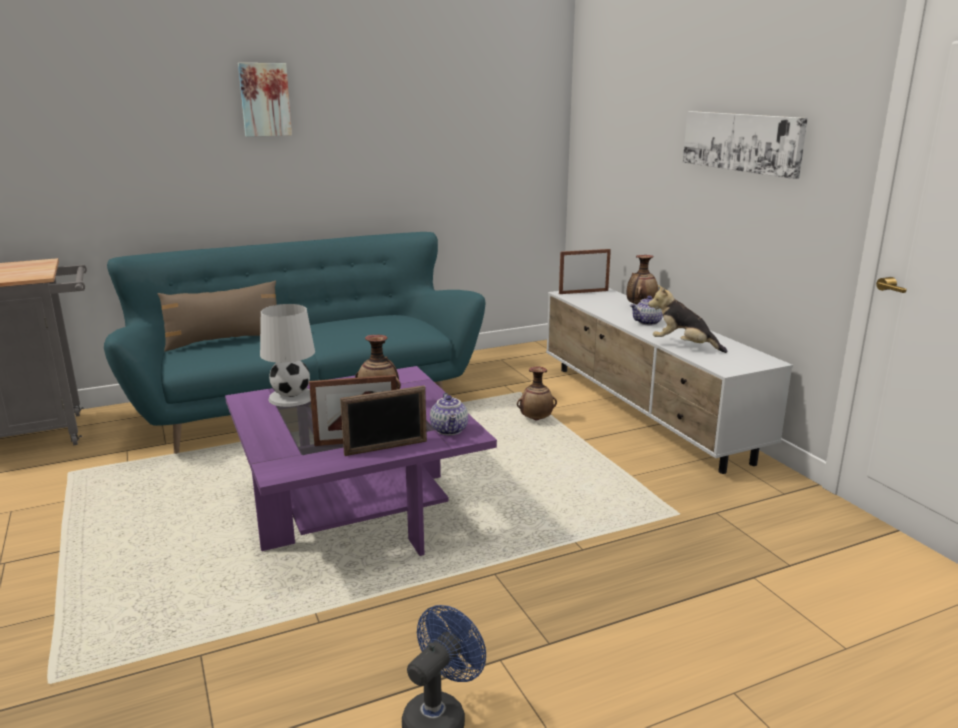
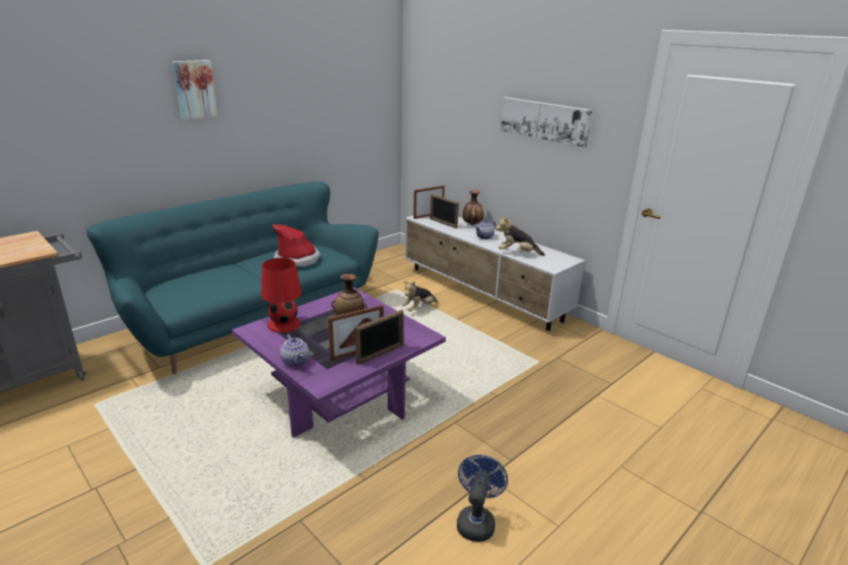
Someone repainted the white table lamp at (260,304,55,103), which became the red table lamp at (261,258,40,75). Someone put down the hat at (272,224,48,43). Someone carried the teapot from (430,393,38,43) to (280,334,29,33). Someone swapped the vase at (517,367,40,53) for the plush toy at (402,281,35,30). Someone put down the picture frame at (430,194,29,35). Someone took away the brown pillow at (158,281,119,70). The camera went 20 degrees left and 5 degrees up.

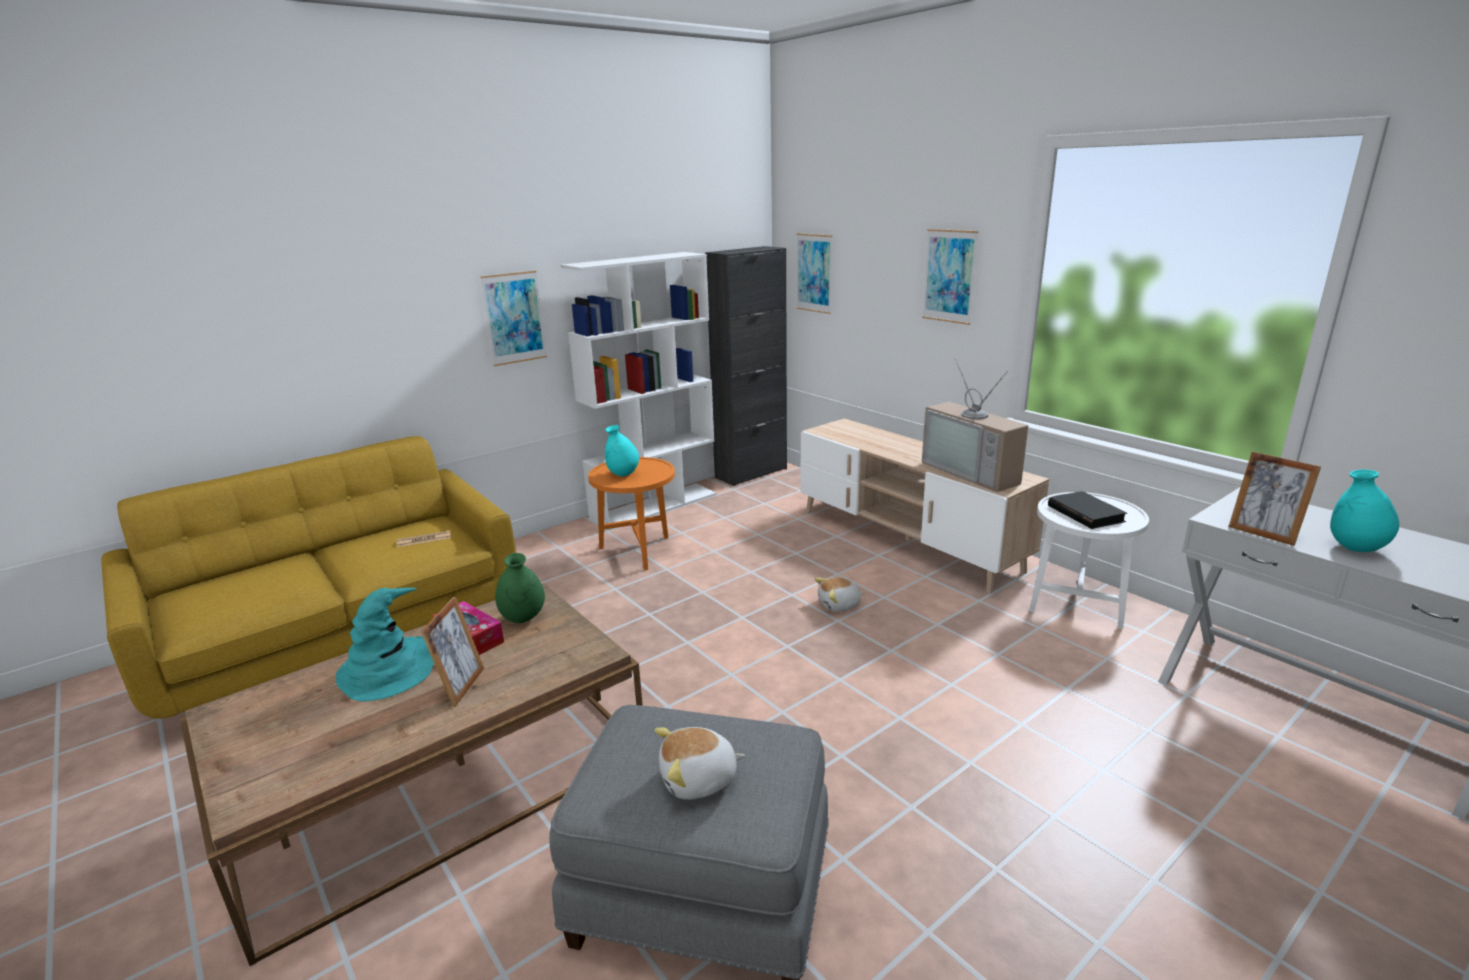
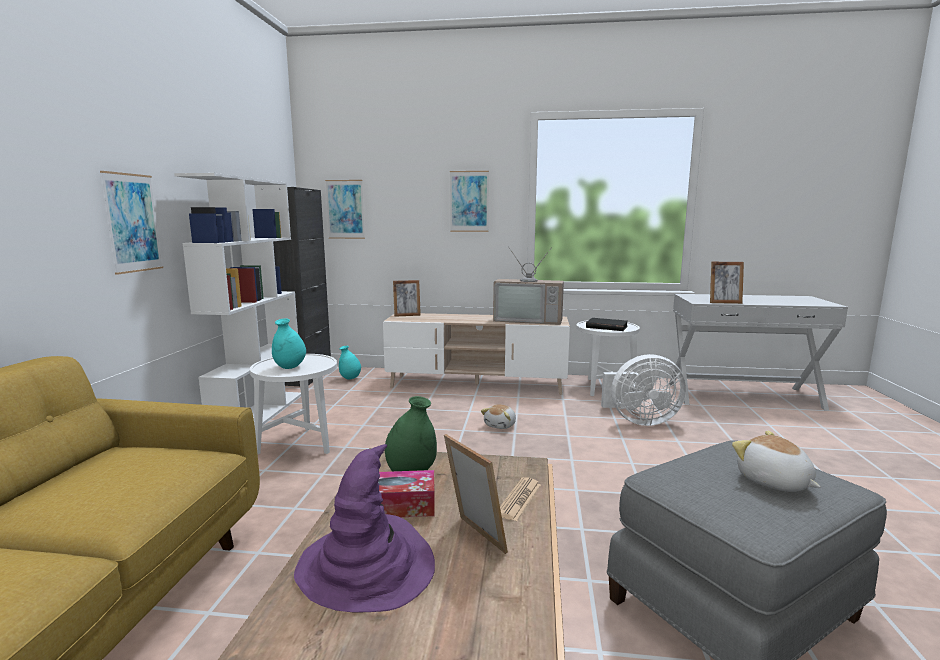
Someone repainted the orange side table at (588,457,87,114), which became the white side table at (250,354,87,100). Someone repainted the turquoise hat at (336,588,98,114), which became the purple hat at (294,444,141,168). Someone carried the turquoise vase from (1330,469,69,83) to (339,346,22,34). Someone put down the picture frame at (393,280,28,37). Someone carried the newspaper from (397,530,54,17) to (500,477,41,44). Someone put down the white fan at (601,354,85,72). Someone rotated the plush toy at (655,727,90,73) by 120 degrees clockwise. The camera went 45 degrees left and 10 degrees down.

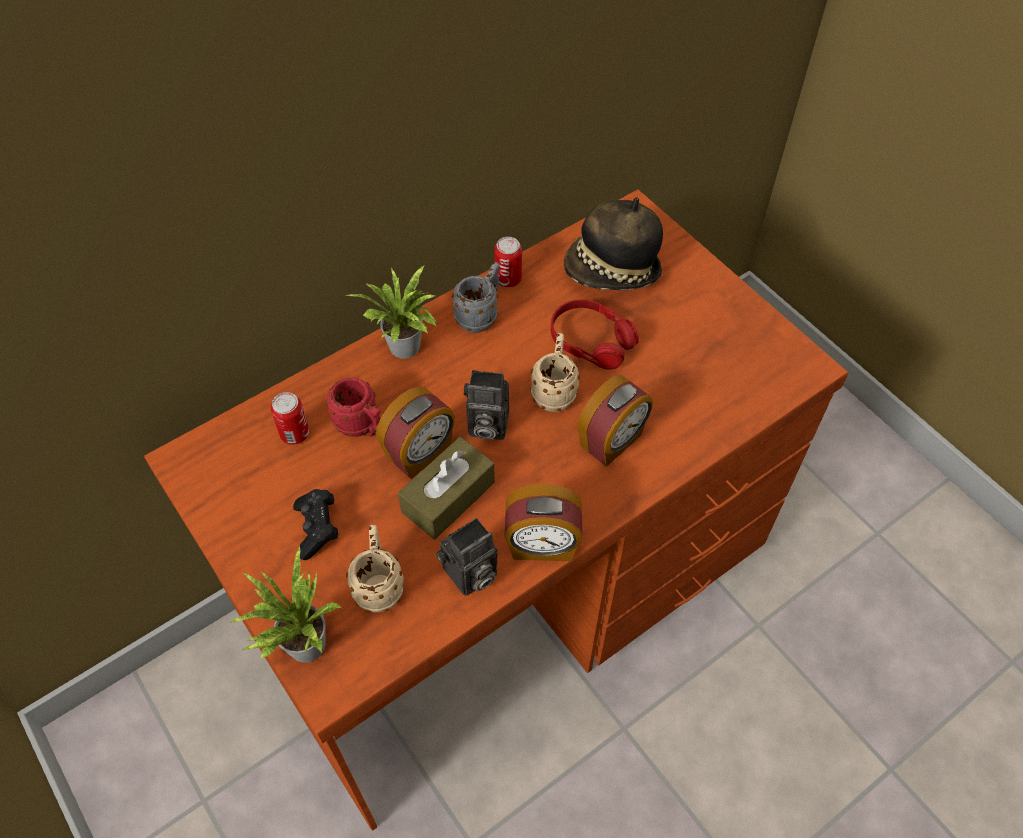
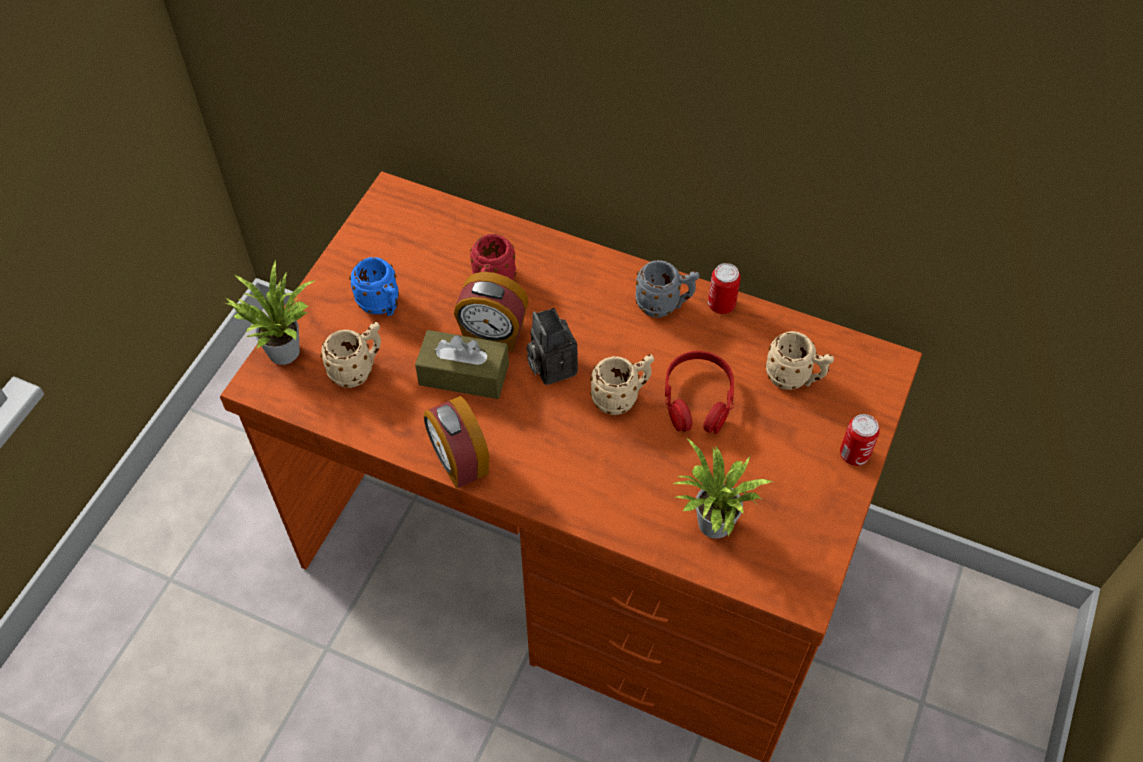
Someone swapped the black game controller at (293,489,45,71) for the blue mug at (349,257,50,59). Someone carried the potted plant from (346,265,91,94) to (673,438,100,101). Someone swapped the hat at (564,197,99,93) for the beige mug at (765,331,69,59). Someone carried the can from (271,392,38,53) to (840,414,40,52). Someone took away the photo camera at (436,518,61,78). Someone took away the alarm clock at (577,374,76,93). The camera went 60 degrees right and 0 degrees up.

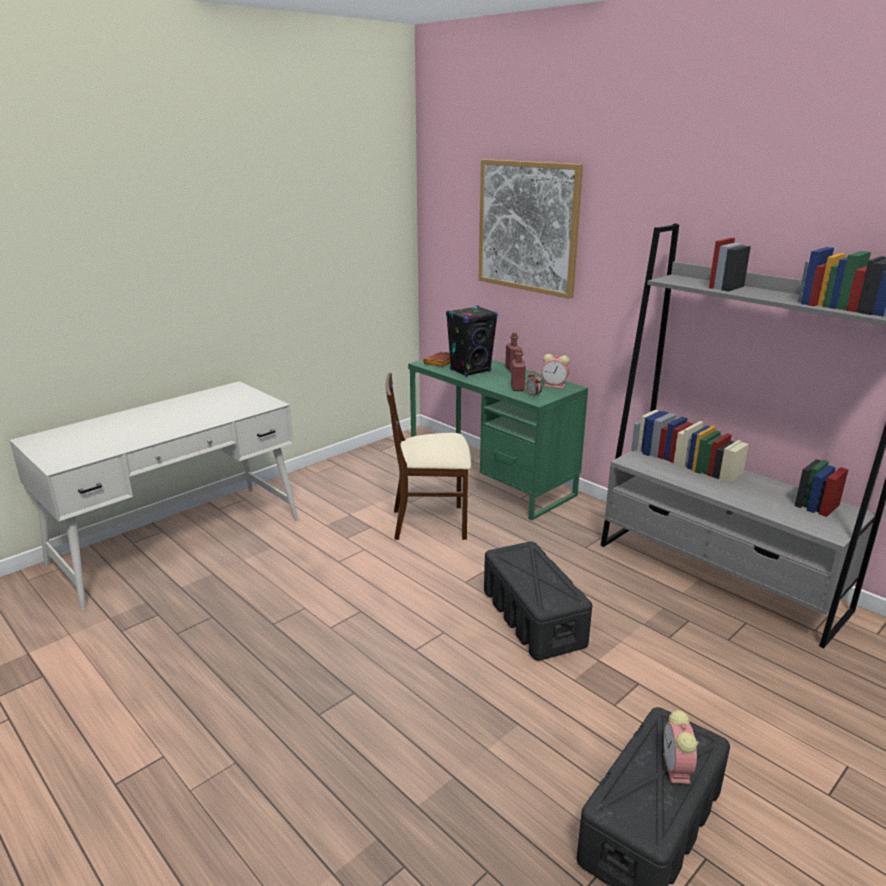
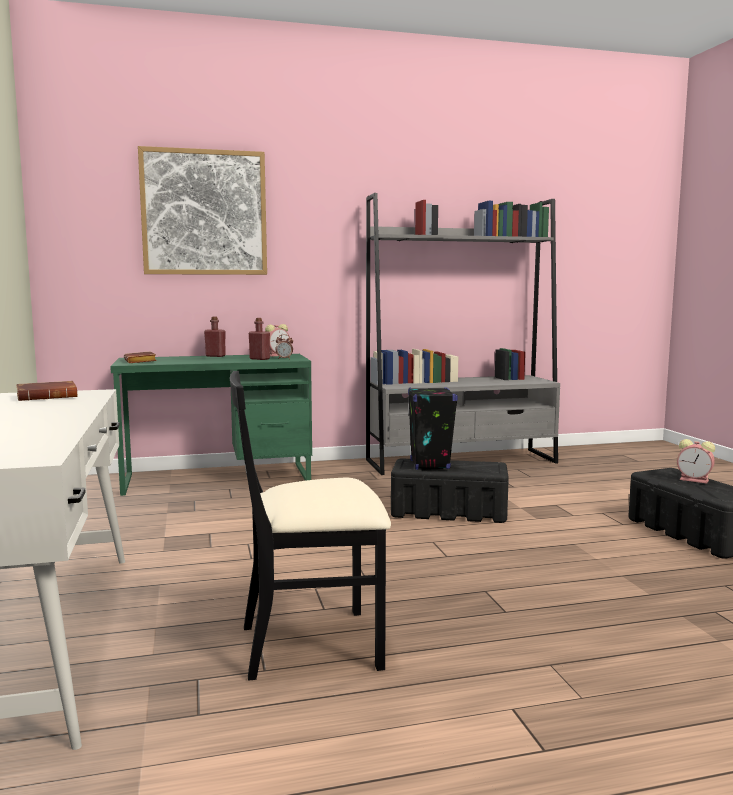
Someone put down the brown book at (16,381,61,20). Someone put down the black chair at (230,371,161,310). Someone carried the black speaker from (446,306,52,71) to (408,387,50,83). Someone took away the beige chair at (386,373,85,167). The camera went 60 degrees left and 15 degrees down.

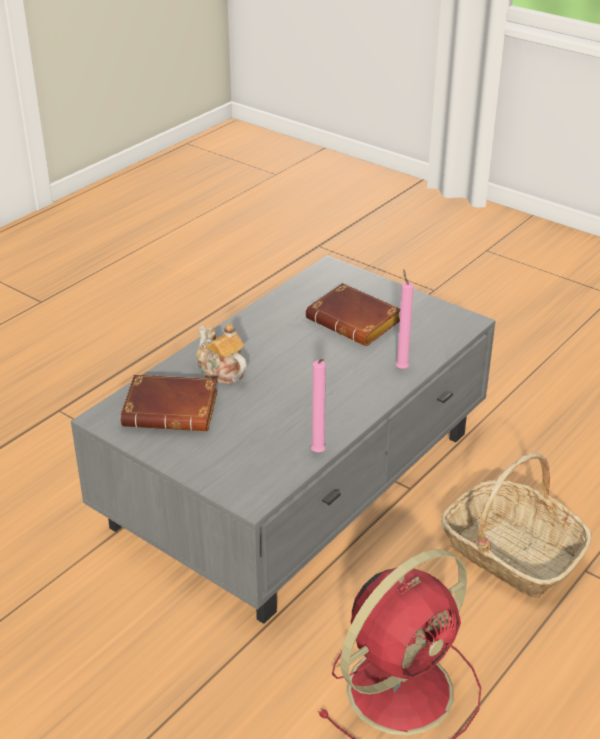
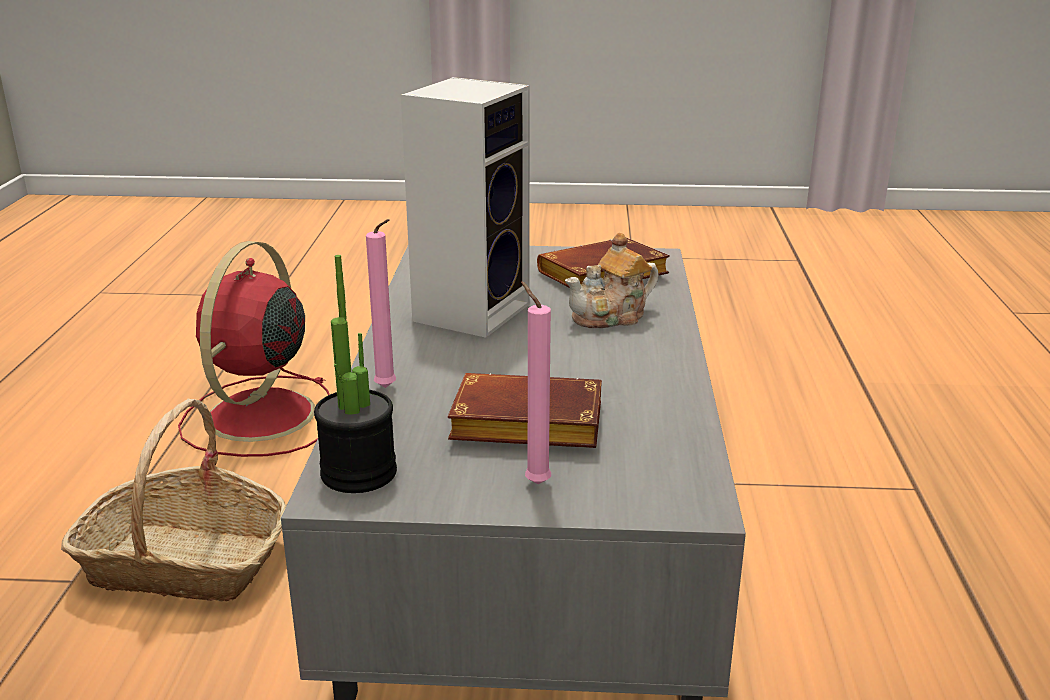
Someone put down the potted plant at (314,255,83,238). Someone put down the speaker at (401,77,129,261). Someone carried the pink candle from (311,359,15,94) to (521,281,30,203). Someone rotated the teapot at (196,323,51,61) by 135 degrees clockwise. The camera went 145 degrees right and 10 degrees down.

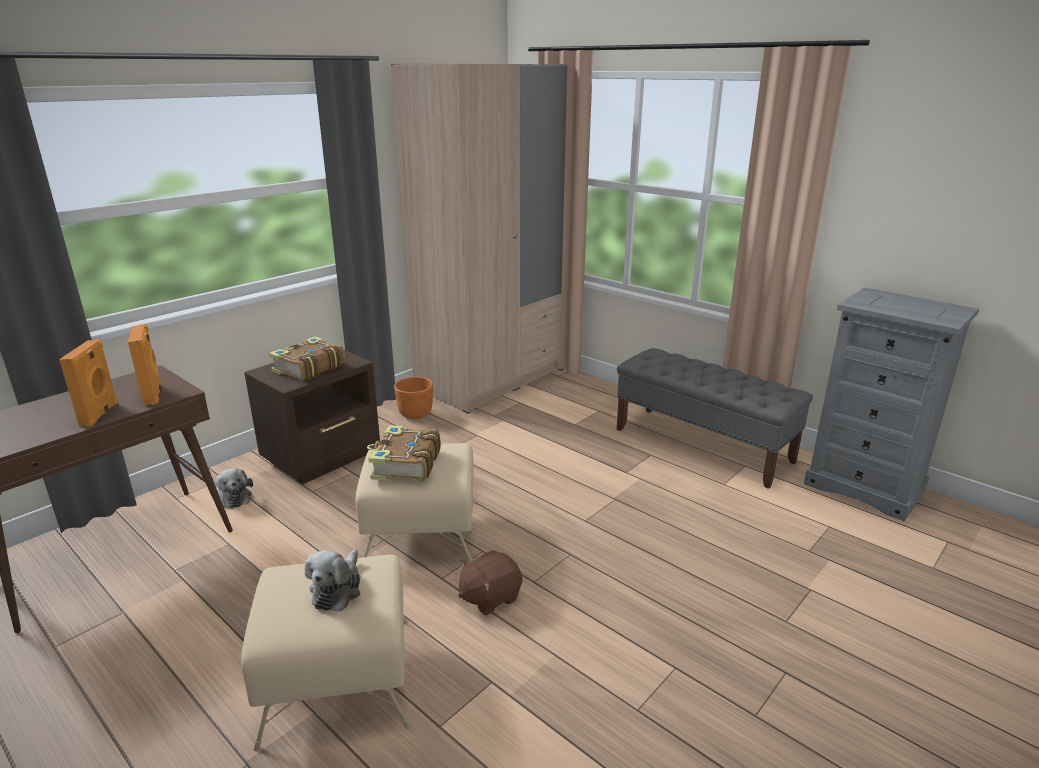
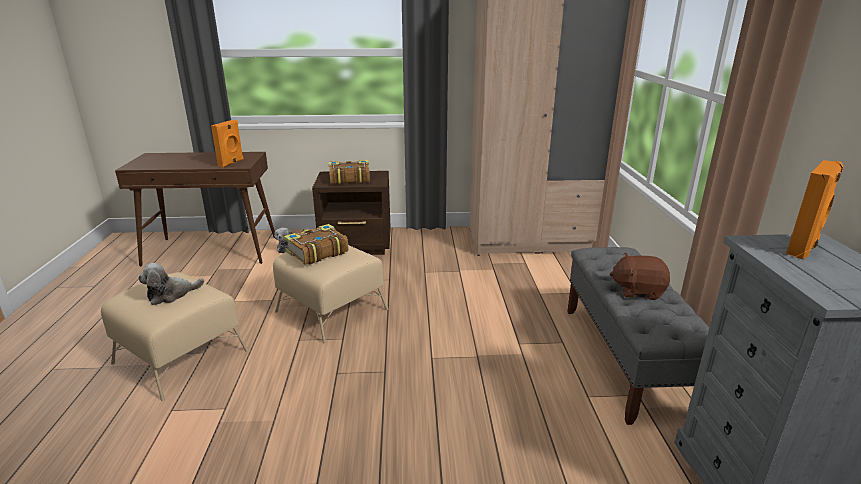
Someone carried the brown plush toy from (458,550,65,65) to (610,253,60,47). Someone carried the orange speaker from (59,339,59,87) to (786,160,58,99). Someone took away the orange planter at (394,377,39,42). The camera went 45 degrees right and 0 degrees up.

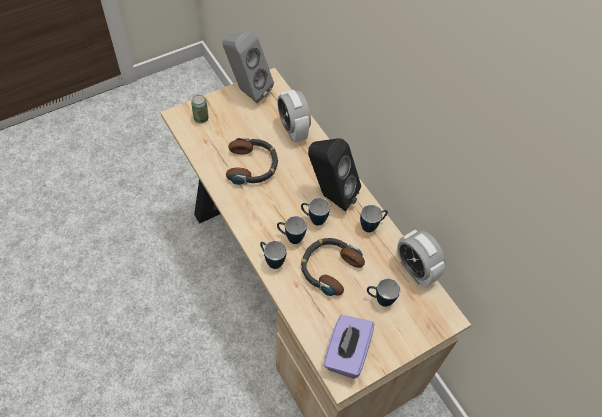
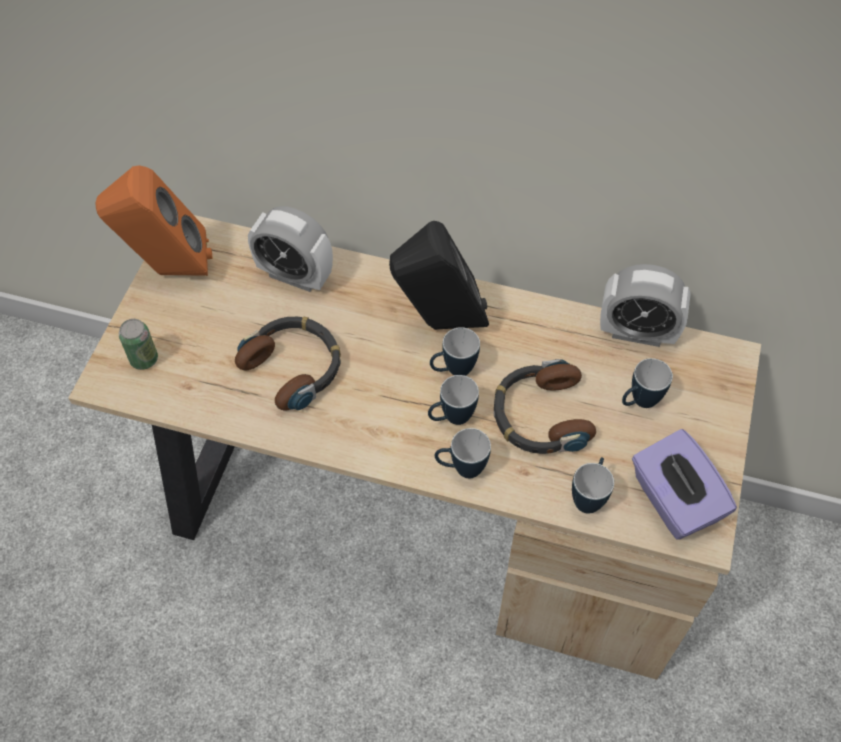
Someone repainted the grey speaker at (222,31,52,72), which became the orange speaker at (96,165,116,111). Someone carried the mug from (360,205,28,27) to (572,457,42,57). The camera went 40 degrees left and 0 degrees up.

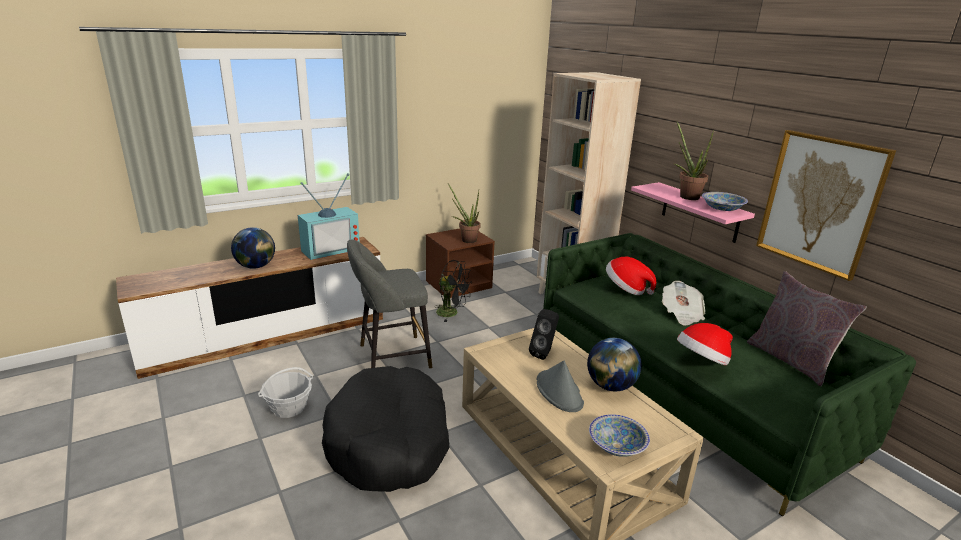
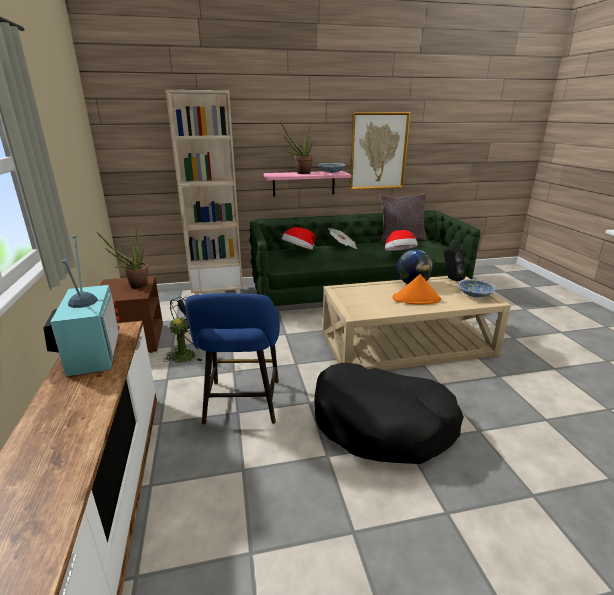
Someone repainted the grey stool at (347,239,85,130), which became the blue stool at (185,293,95,132). Someone repainted the grey hat at (537,361,47,51), which became the orange hat at (392,274,49,30). Someone carried the black speaker from (529,309,30,51) to (444,245,22,37). Someone took away the globe at (231,227,44,42). Someone took away the basket at (258,367,55,51). The camera went 70 degrees left and 0 degrees up.

